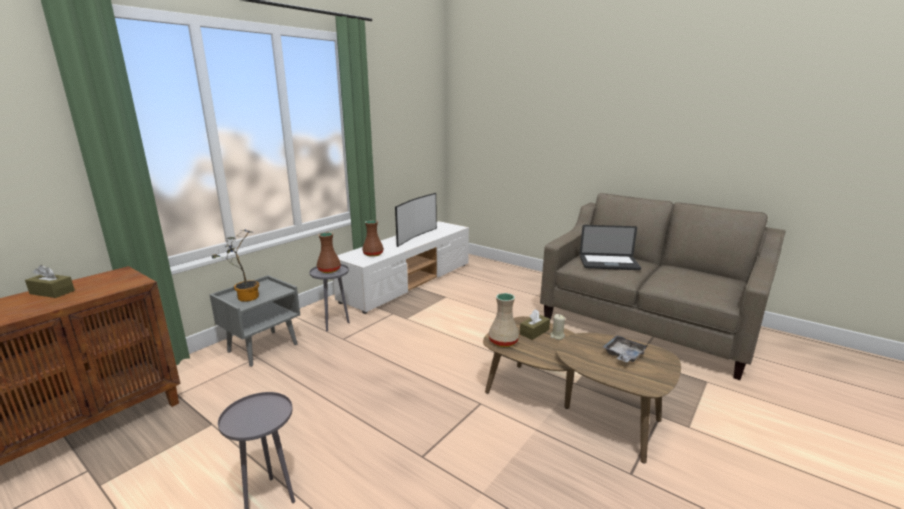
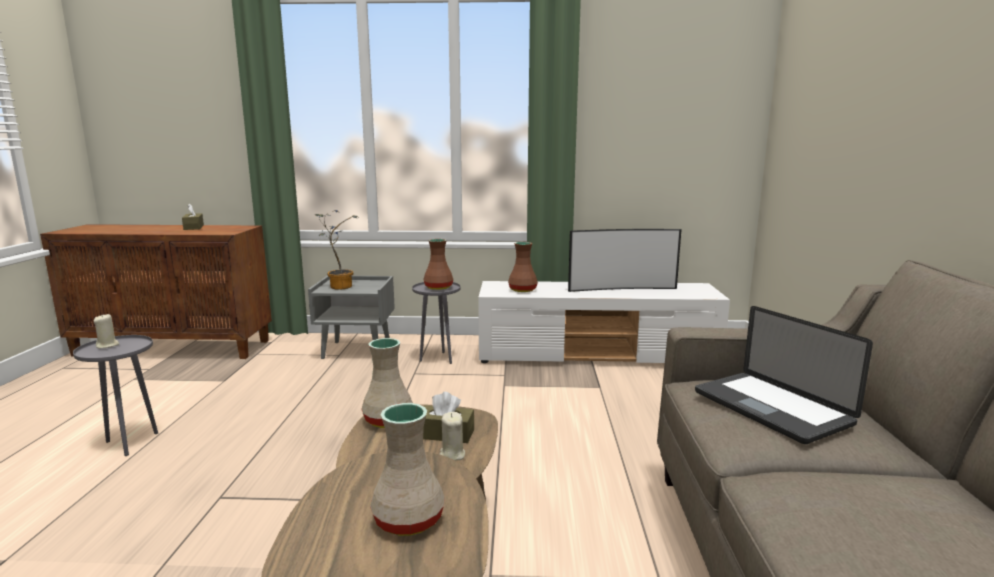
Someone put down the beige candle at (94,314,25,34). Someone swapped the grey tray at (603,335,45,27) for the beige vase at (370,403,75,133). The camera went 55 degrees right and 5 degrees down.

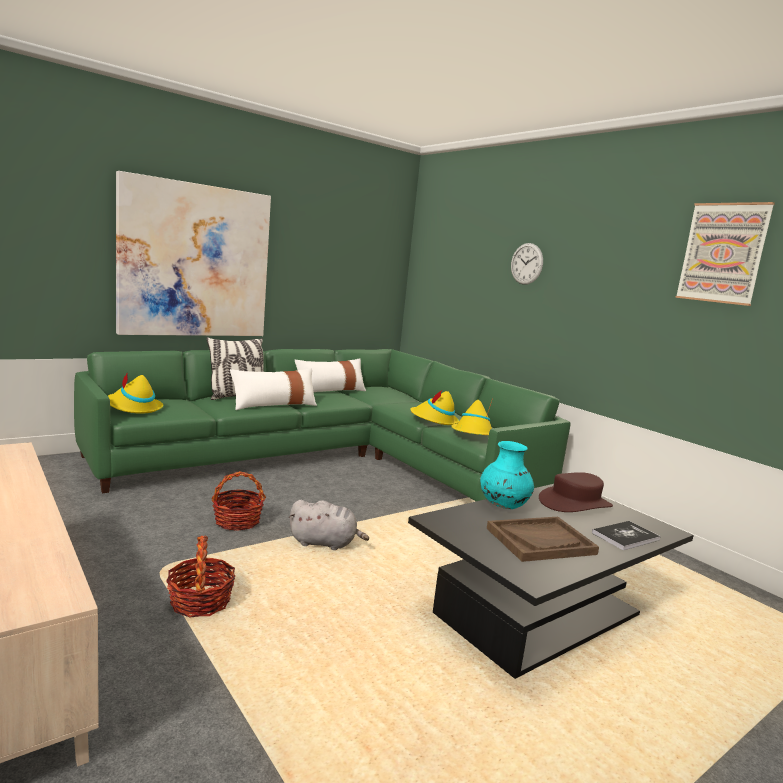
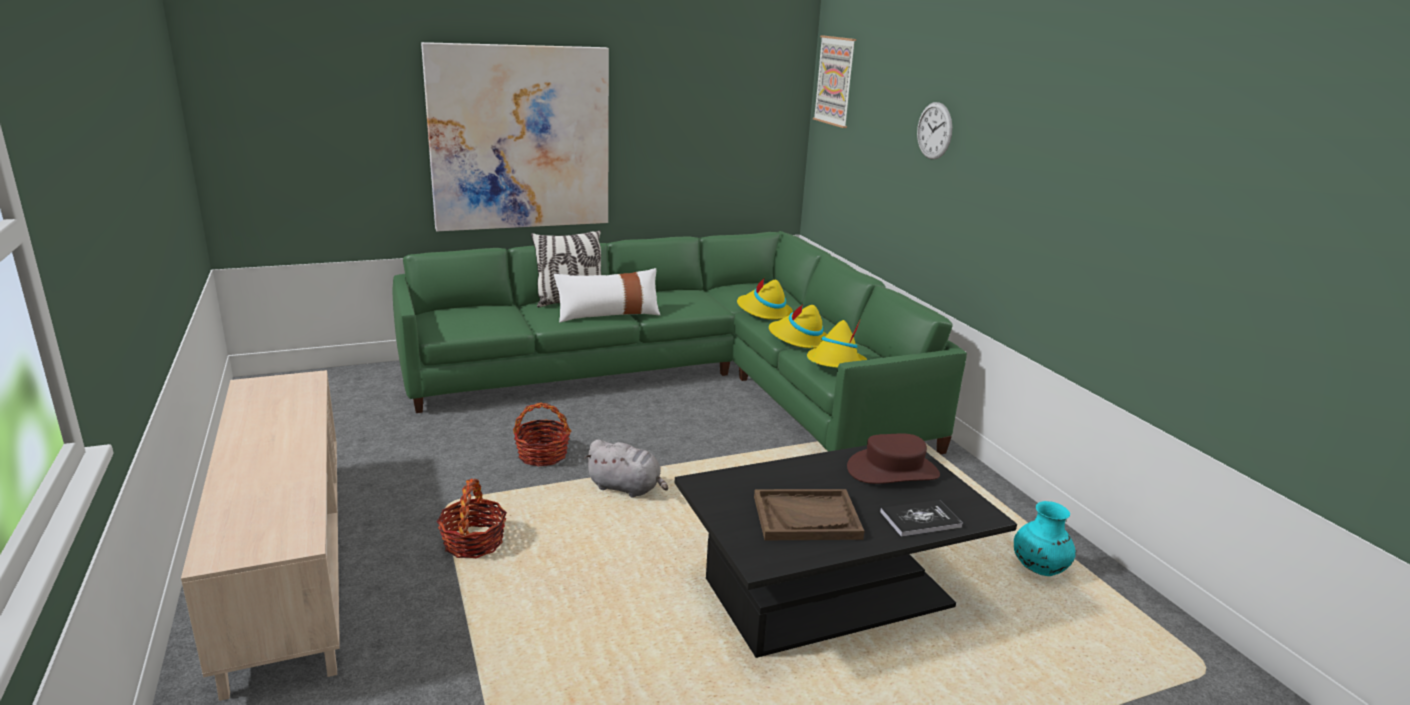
Someone carried the yellow hat from (108,372,55,42) to (737,278,56,42). Someone carried the picture from (675,202,100,104) to (813,35,43,93). Someone carried the turquoise vase from (480,441,54,68) to (1014,501,62,75). Someone took away the white pillow at (295,358,71,34). The camera went 15 degrees right and 10 degrees up.

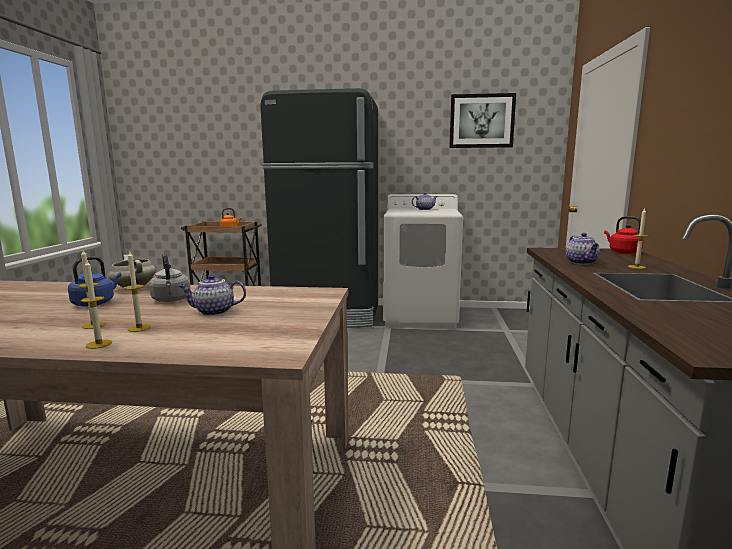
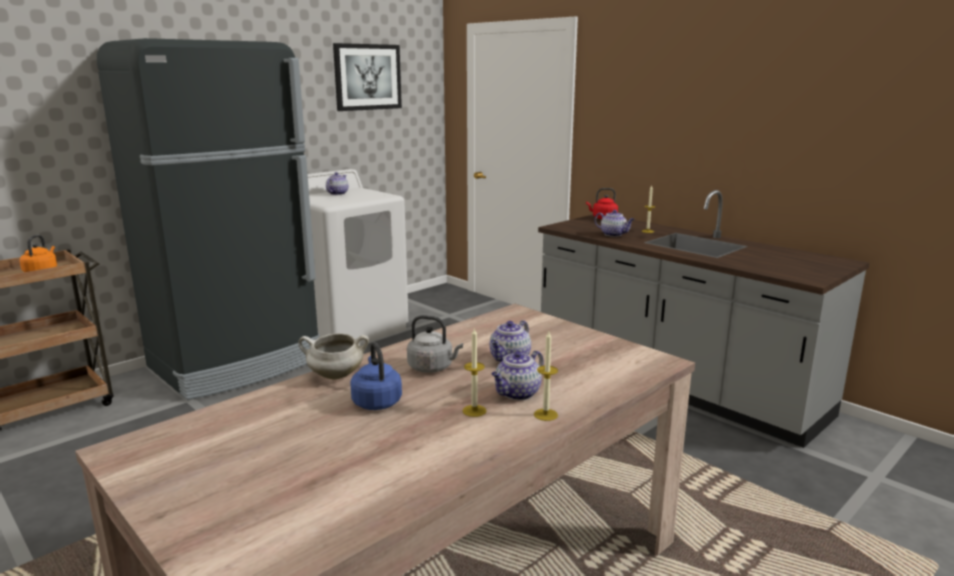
Someone swapped the candle at (124,251,27,81) for the teapot at (491,351,53,49). The camera went 50 degrees left and 5 degrees up.

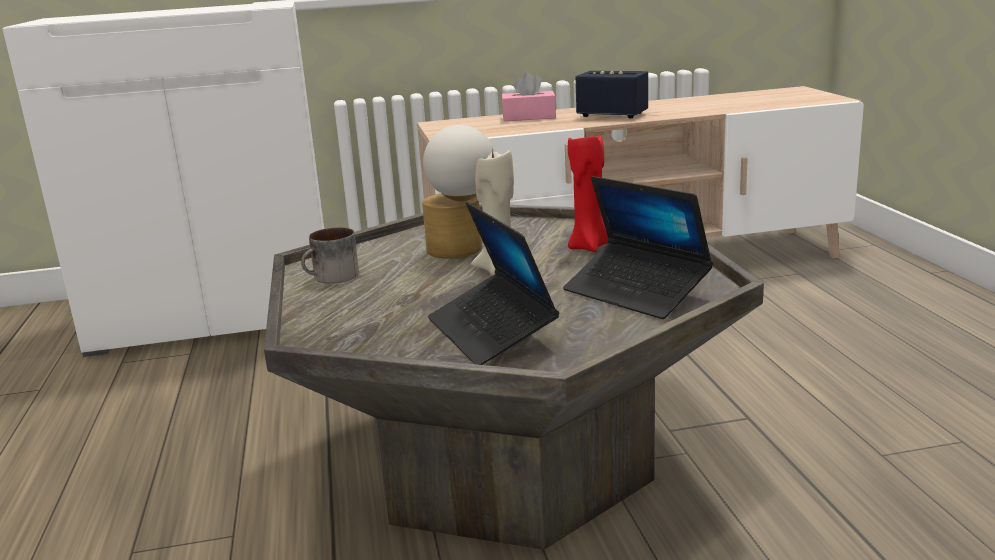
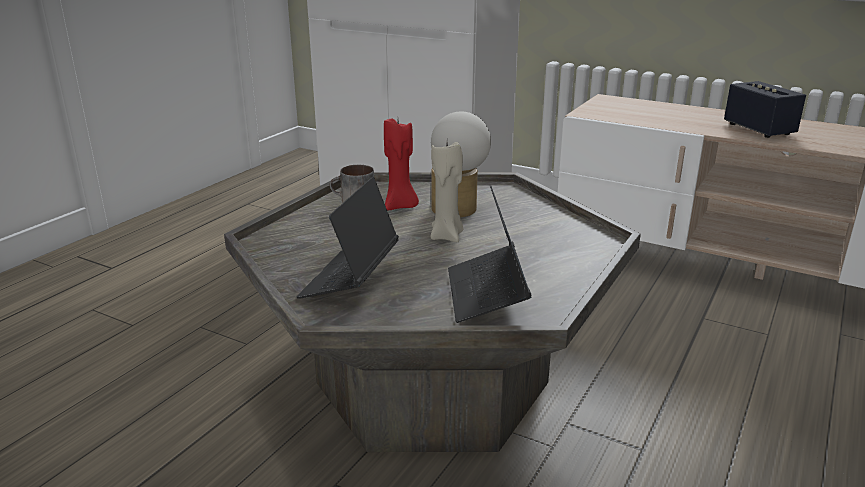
Someone carried the red candle from (568,131,40,121) to (384,119,35,91). Someone took away the pink tissue box at (502,72,54,49). The camera went 40 degrees right and 5 degrees up.

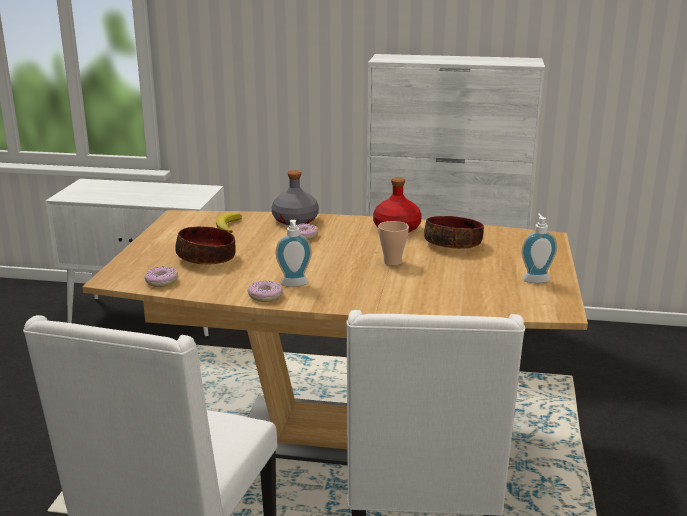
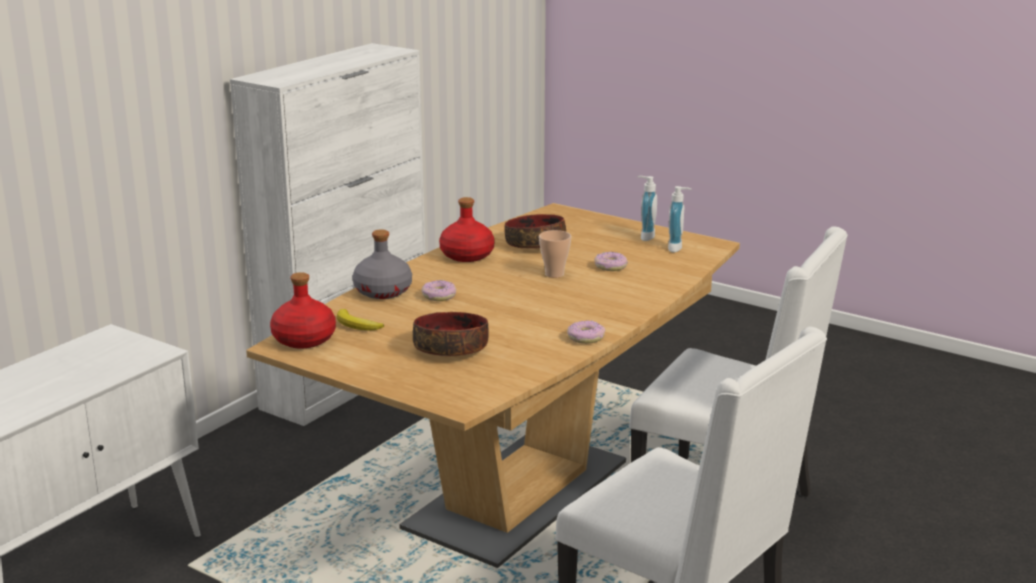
Someone put down the red bottle at (270,272,66,76). Someone carried the donut from (144,266,34,21) to (594,252,34,19). Someone carried the soap dispenser from (276,220,36,66) to (668,186,24,66). The camera went 65 degrees left and 0 degrees up.

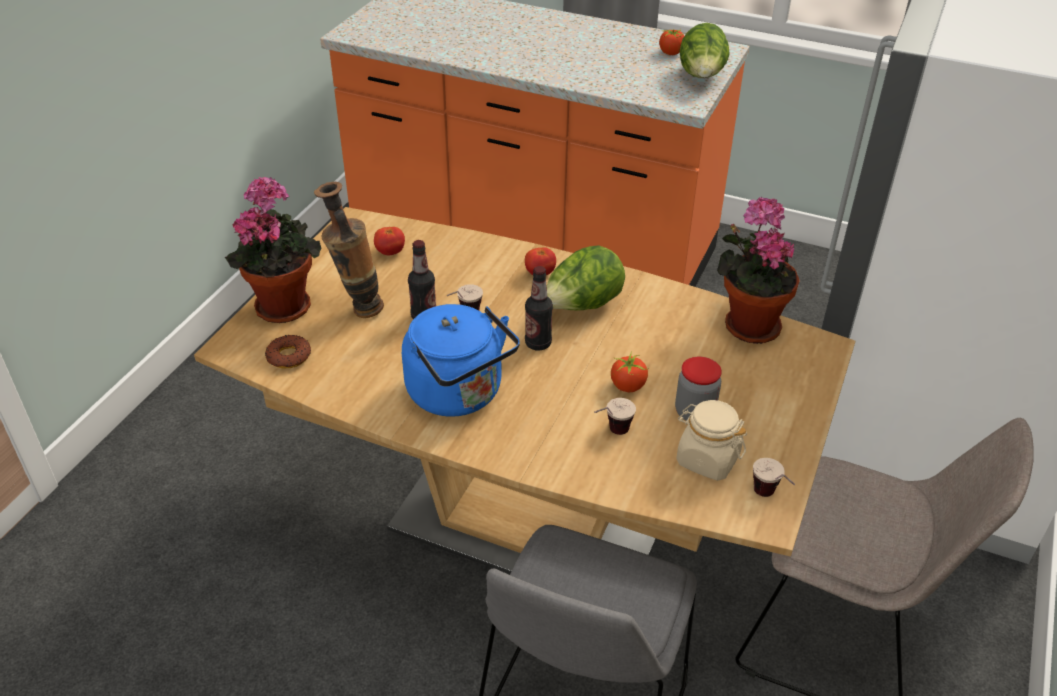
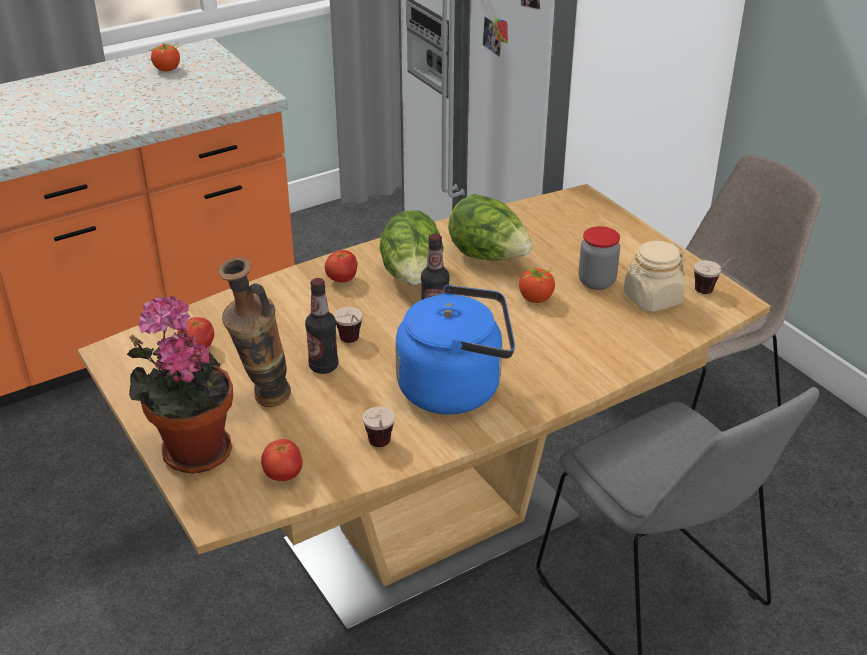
Someone swapped the donut at (265,335,46,33) for the tomato at (261,439,42,42). Someone carried the cup from (594,398,42,37) to (363,407,32,40). Someone carried the lettuce from (679,23,51,55) to (448,194,85,67). Someone took away the potted plant at (717,197,83,147). The camera went 55 degrees left and 5 degrees down.

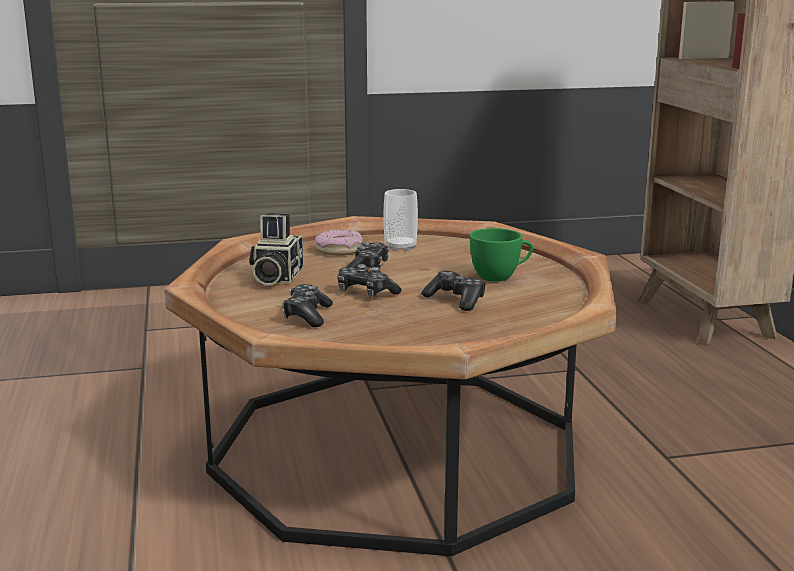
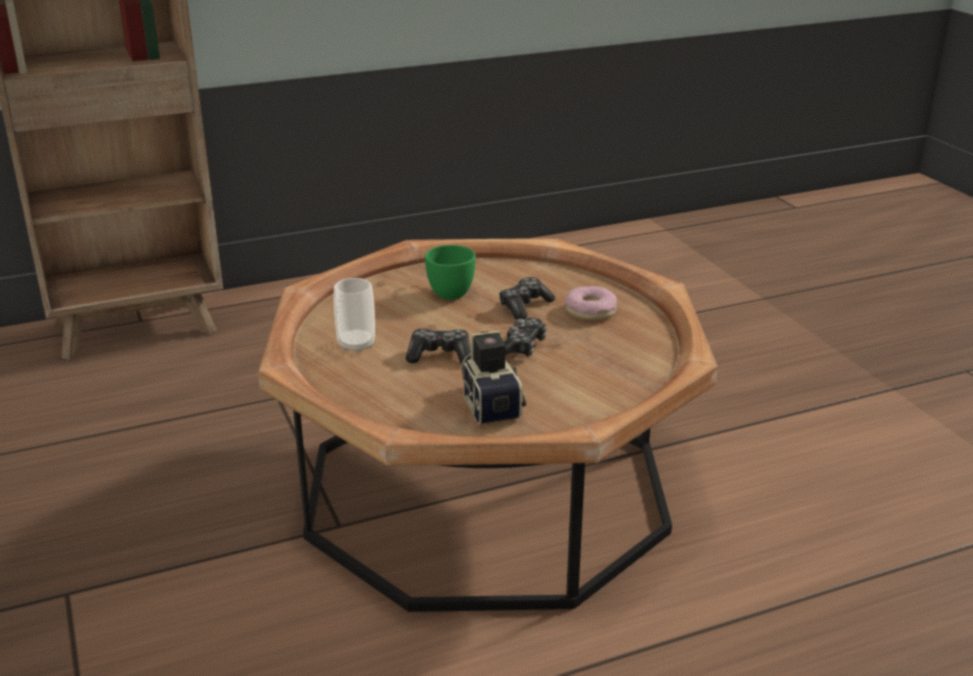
Someone rotated the photo camera at (249,213,54,72) by 105 degrees counterclockwise. Someone carried the donut from (315,230,48,26) to (565,286,52,35). Someone took away the game controller at (282,284,51,43). The camera went 100 degrees left and 10 degrees up.

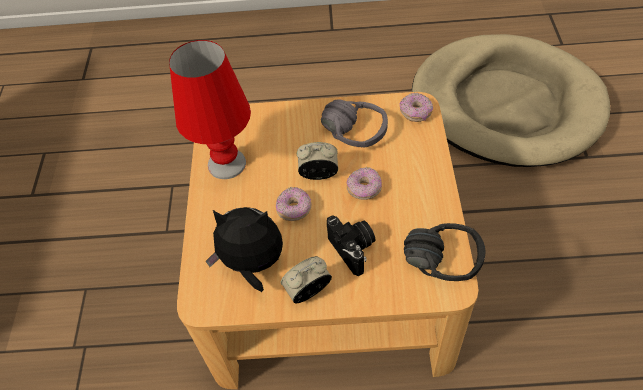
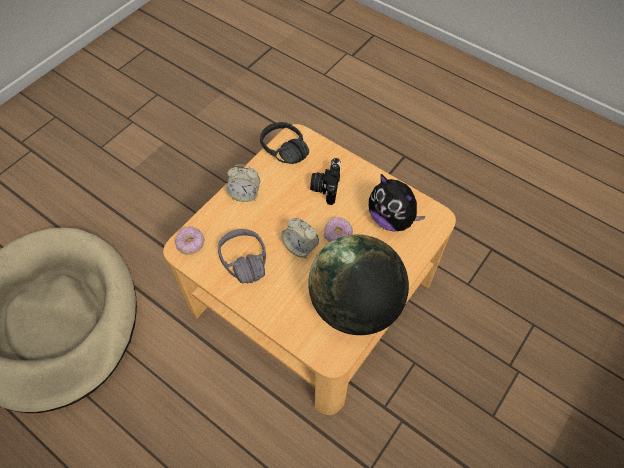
Someone carried the alarm clock from (280,256,52,47) to (226,165,34,37). Someone swapped the red table lamp at (169,40,82,139) for the globe at (308,234,101,101). Someone took away the donut at (347,167,35,33). The camera went 145 degrees left and 5 degrees up.

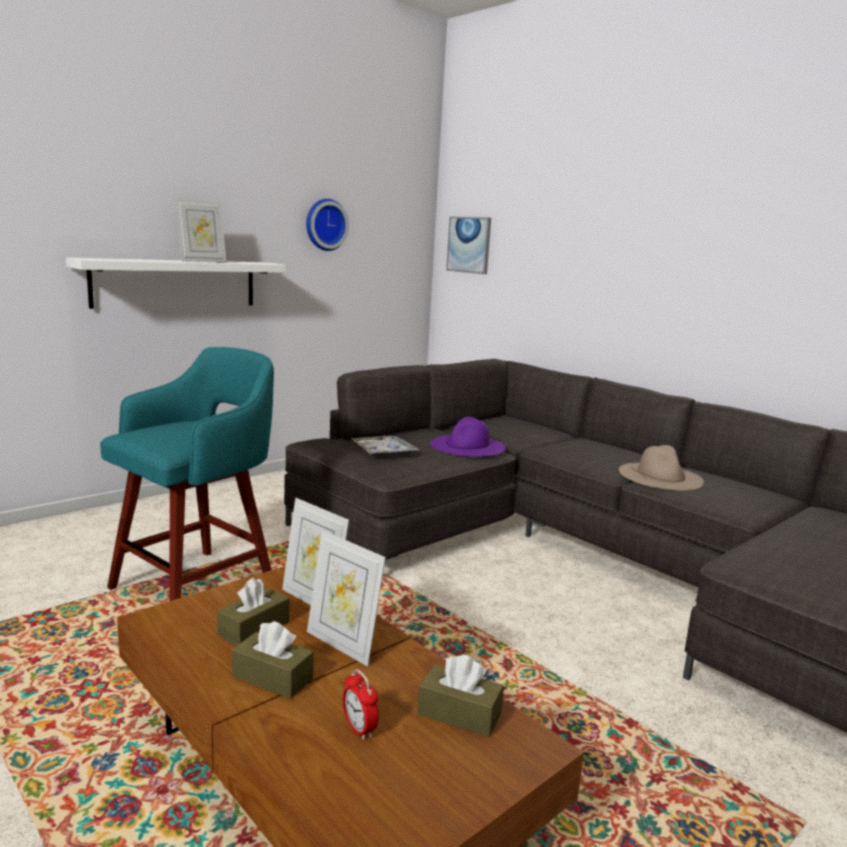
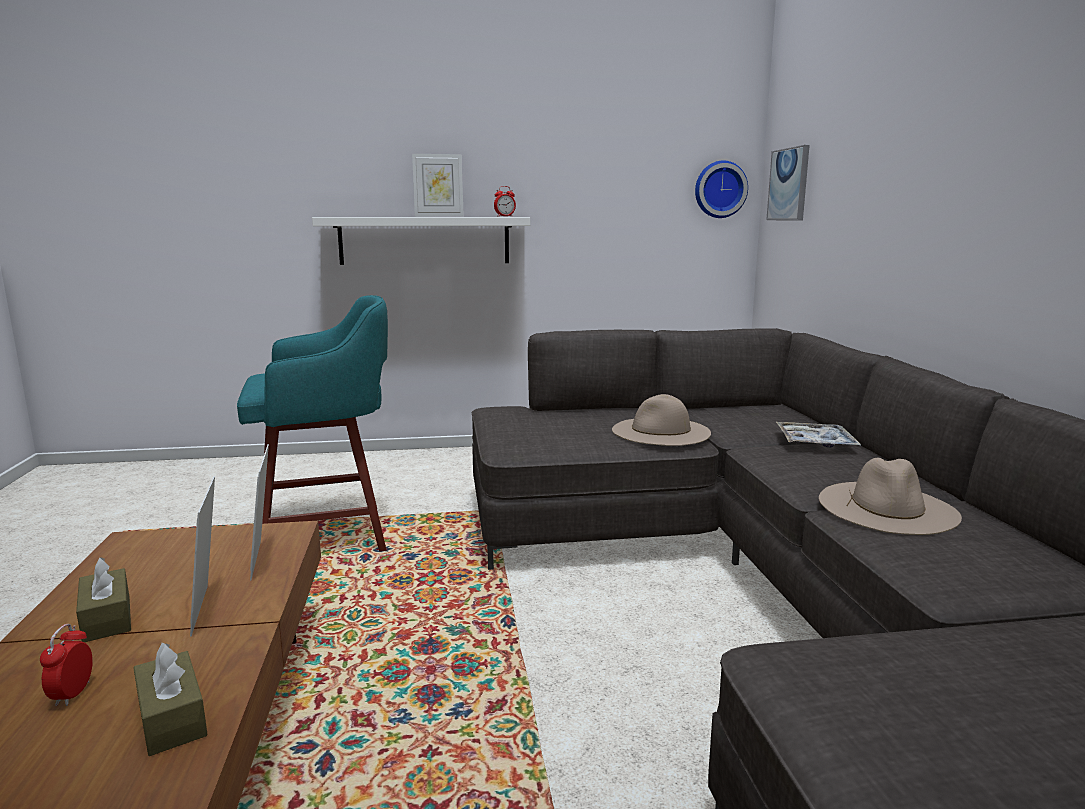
Someone put down the alarm clock at (494,186,22,31). Someone repainted the purple hat at (430,417,76,40), which became the beige hat at (612,394,99,52). Someone carried the wall clock from (306,199,43,52) to (695,160,53,58). Someone carried the tray from (350,436,69,18) to (776,422,85,25). Someone took away the brown tissue box at (217,577,72,69). The camera went 35 degrees right and 0 degrees up.

